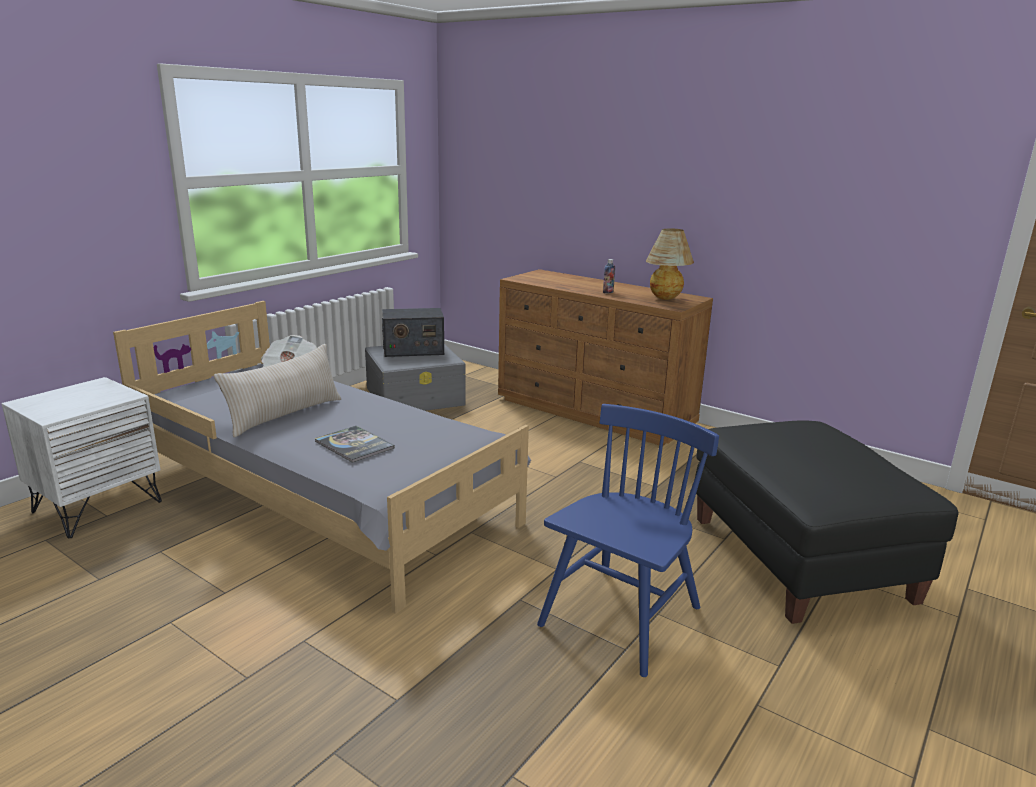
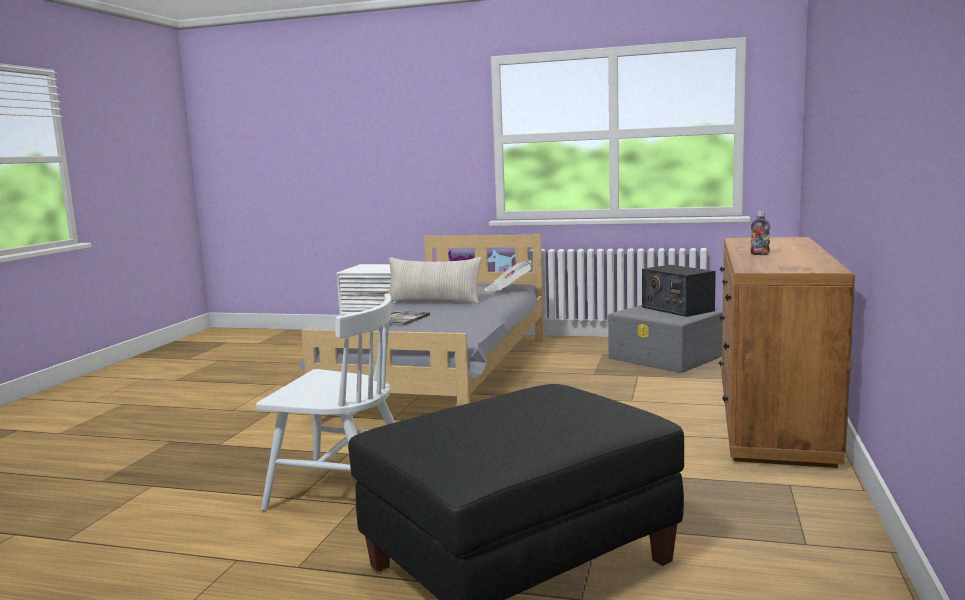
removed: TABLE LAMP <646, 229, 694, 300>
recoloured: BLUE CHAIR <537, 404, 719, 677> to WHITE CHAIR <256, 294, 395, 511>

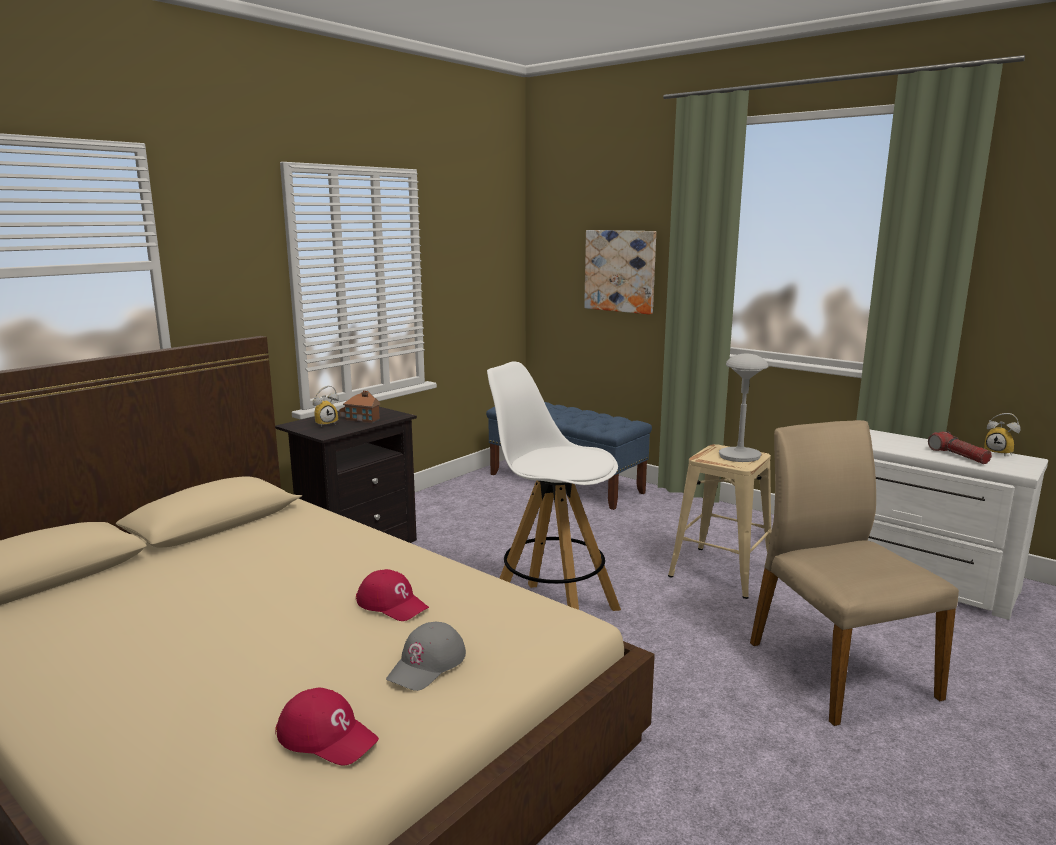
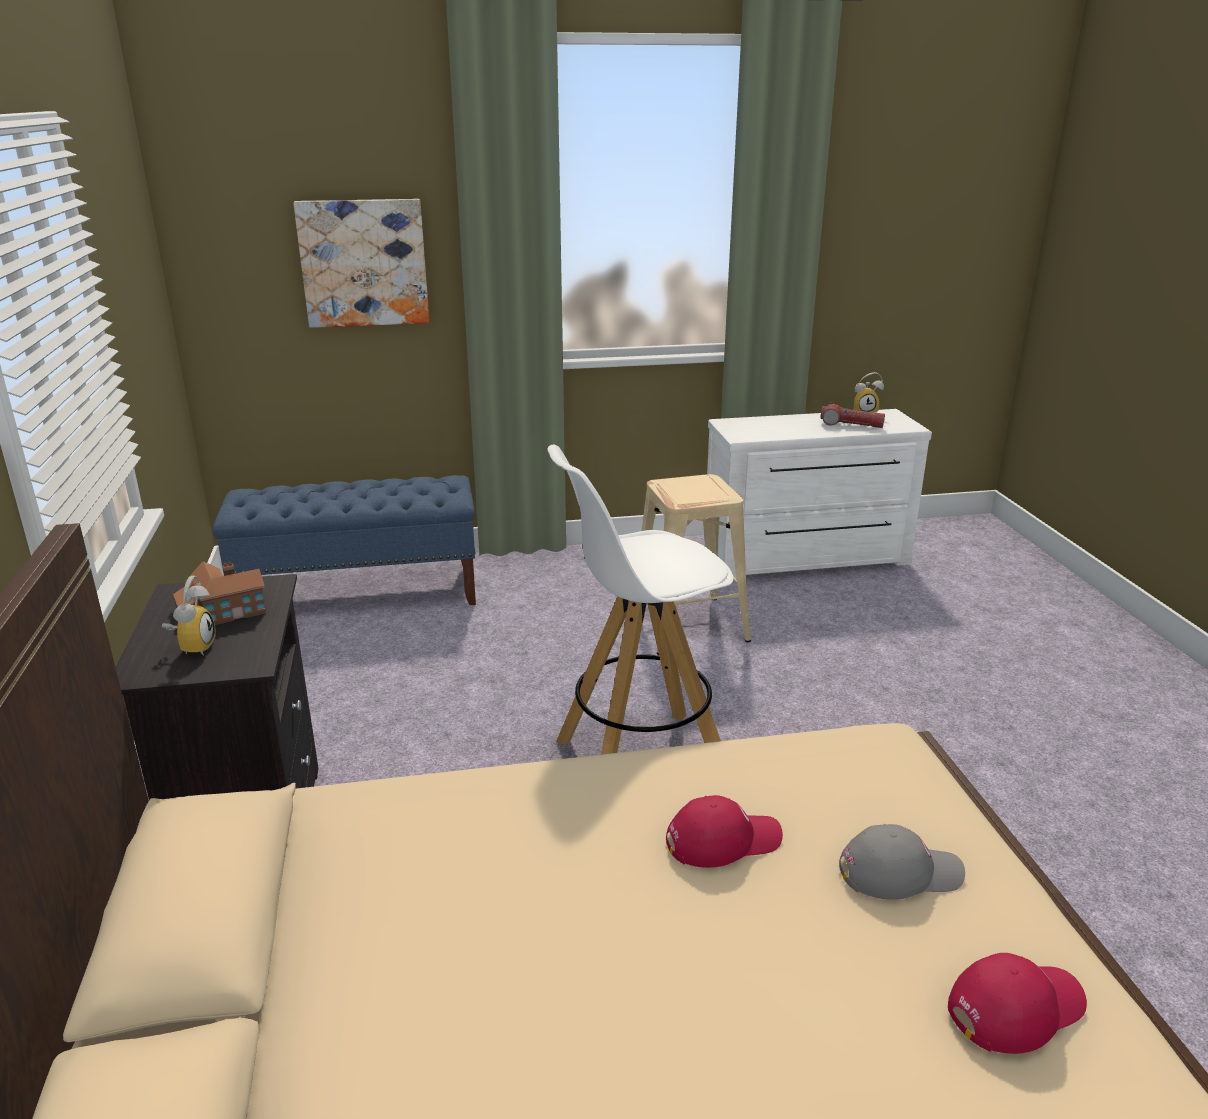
removed: GREY TABLE LAMP <719, 354, 769, 462>; BEIGE-COLOURED CHAIR <750, 420, 959, 726>
turned: GREY PEAKED CAP <386, 622, 466, 691> = <839, 824, 965, 900> 75 degrees counterclockwise

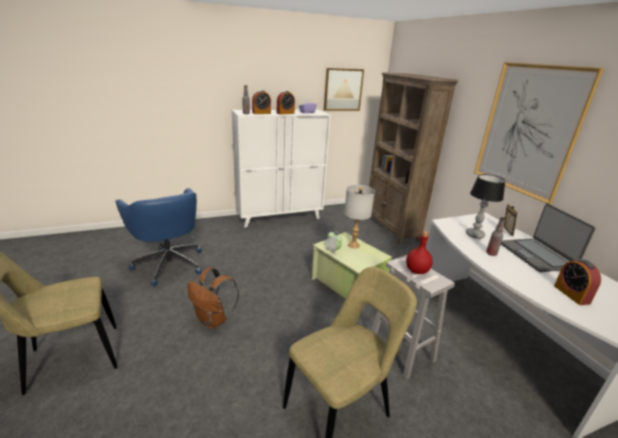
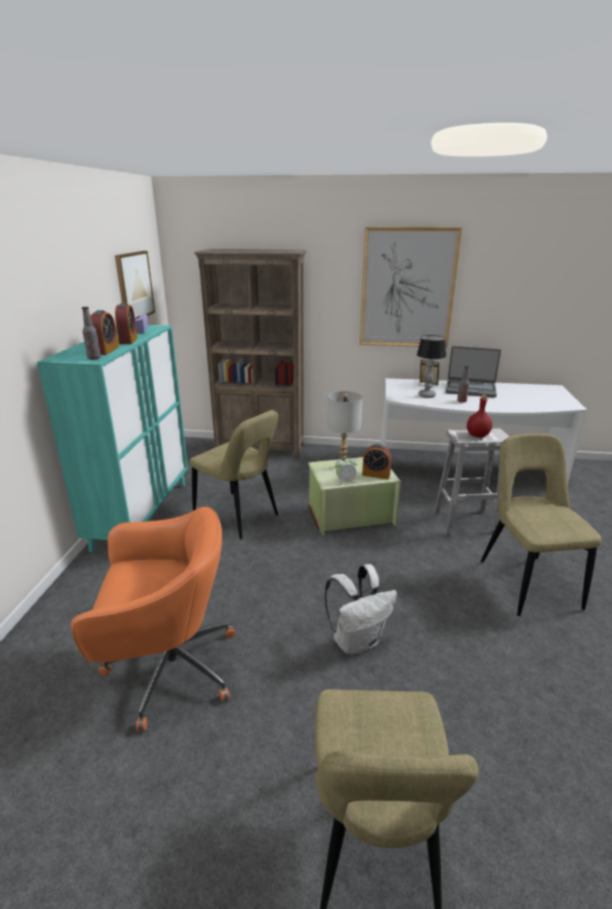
added: BEIGE-COLOURED CHAIR <190, 410, 278, 539>
moved: ALARM CLOCK <554, 259, 601, 305> to <362, 444, 392, 479>
recoloured: BLUE OFFICE CHAIR <116, 188, 202, 287> to ORANGEY OFFICE CHAIR <71, 507, 235, 731>; BROWN RUCKSACK <188, 267, 239, 329> to WHITE RUCKSACK <325, 564, 397, 655>; WHITE CUPBOARD <232, 110, 331, 228> to BLUE-GREEN CUPBOARD <37, 325, 188, 552>

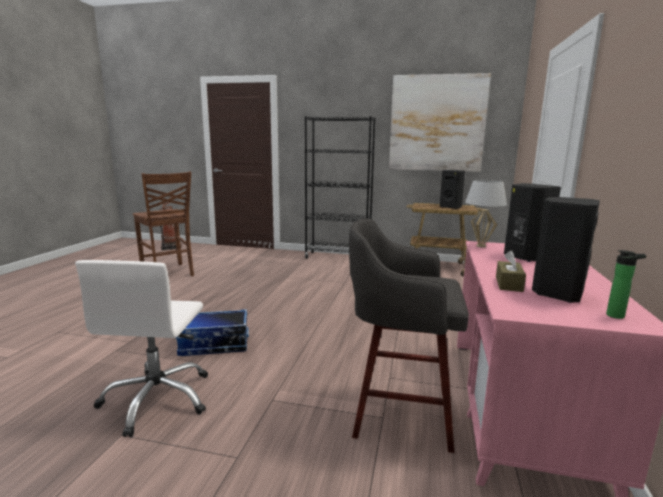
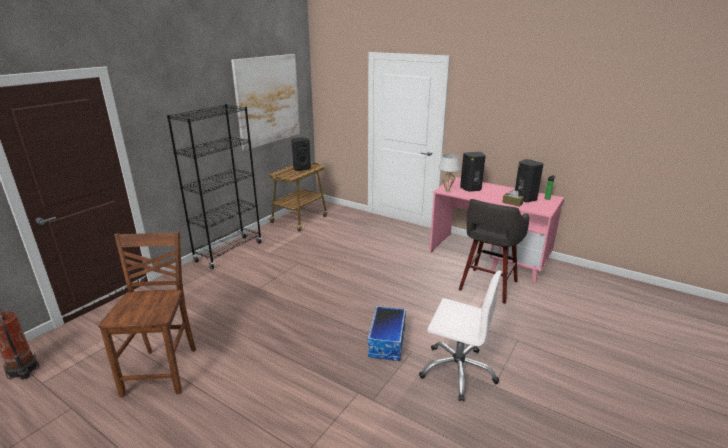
turned: BROWN CHAIR <133, 171, 194, 276> = <98, 232, 196, 397> 75 degrees counterclockwise

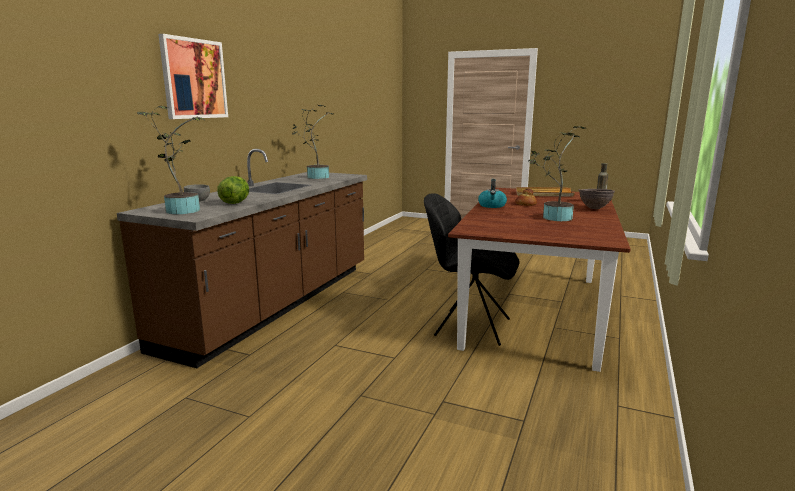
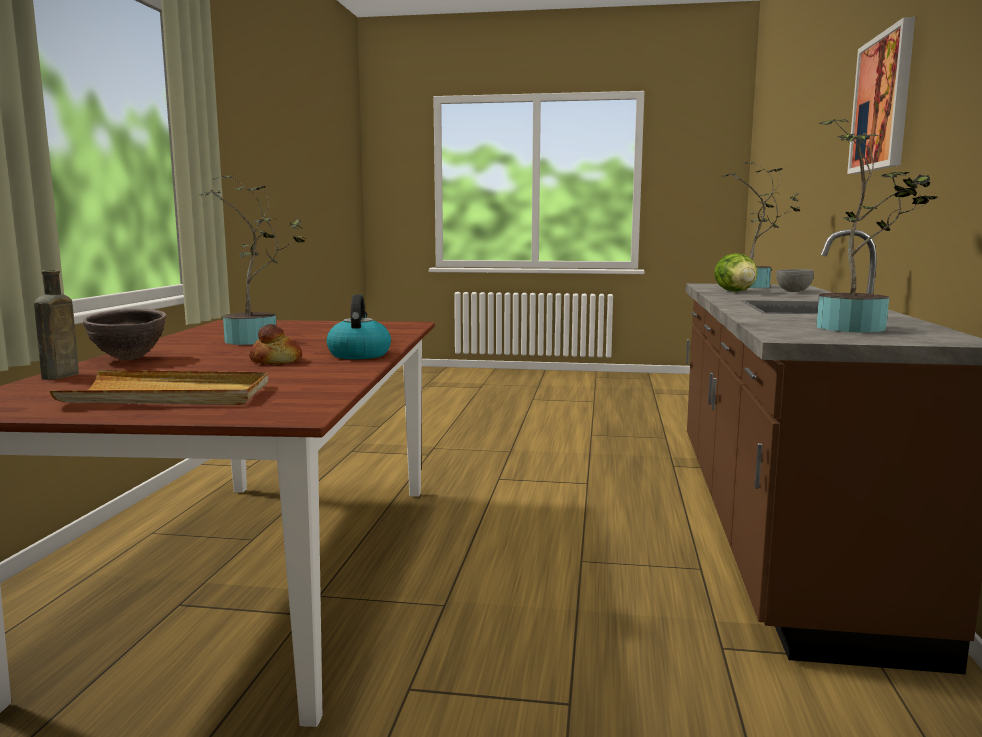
removed: BLACKISH CHAIR <424, 194, 520, 346>

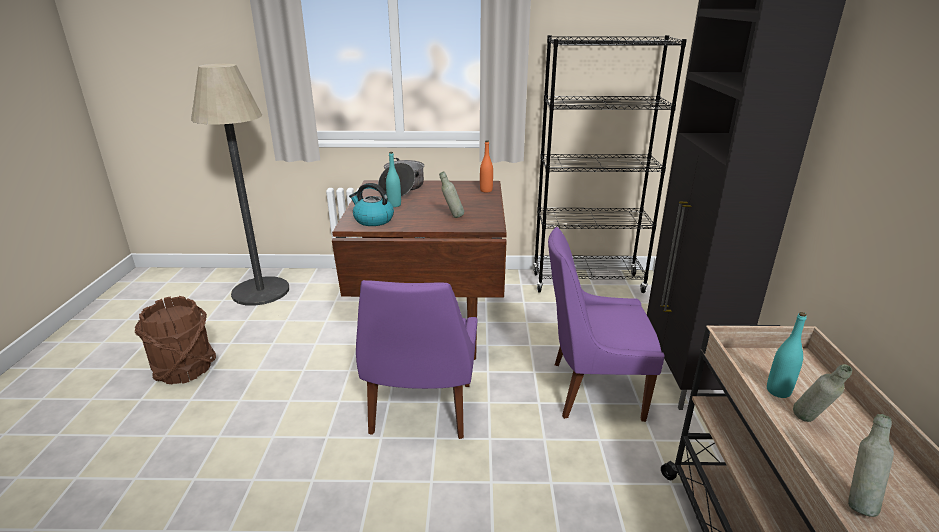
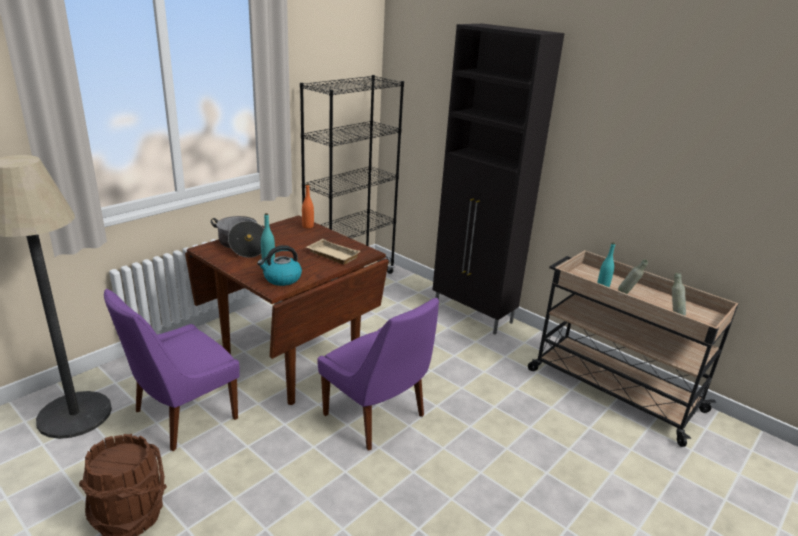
moved: PURPLISH CHAIR <548, 227, 665, 422> to <104, 289, 240, 451>
replaced: GREY DRINK BOTTLE <439, 172, 464, 218> to BEIGE-COLOURED SERVING TRAY <306, 239, 360, 264>

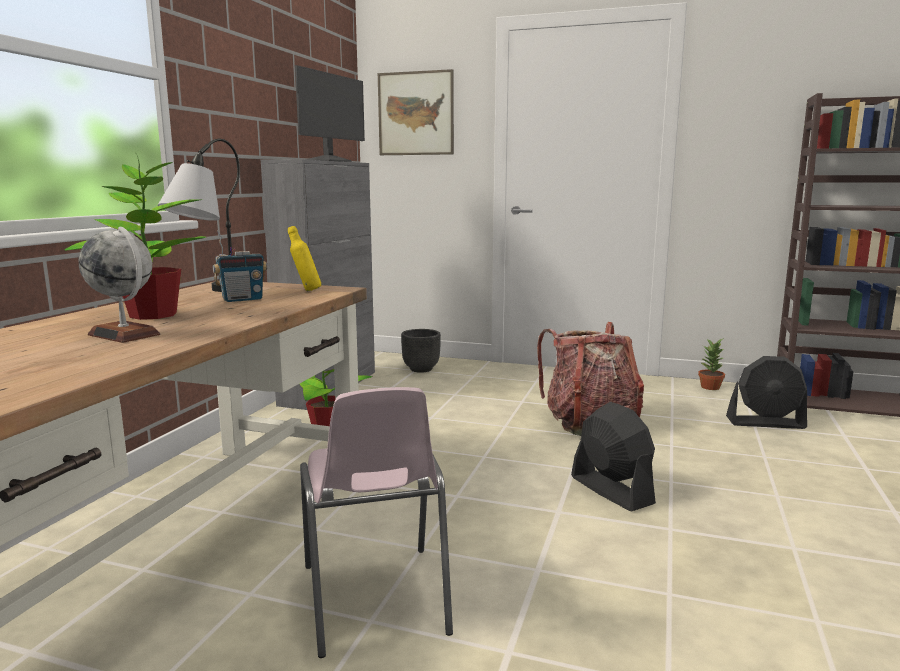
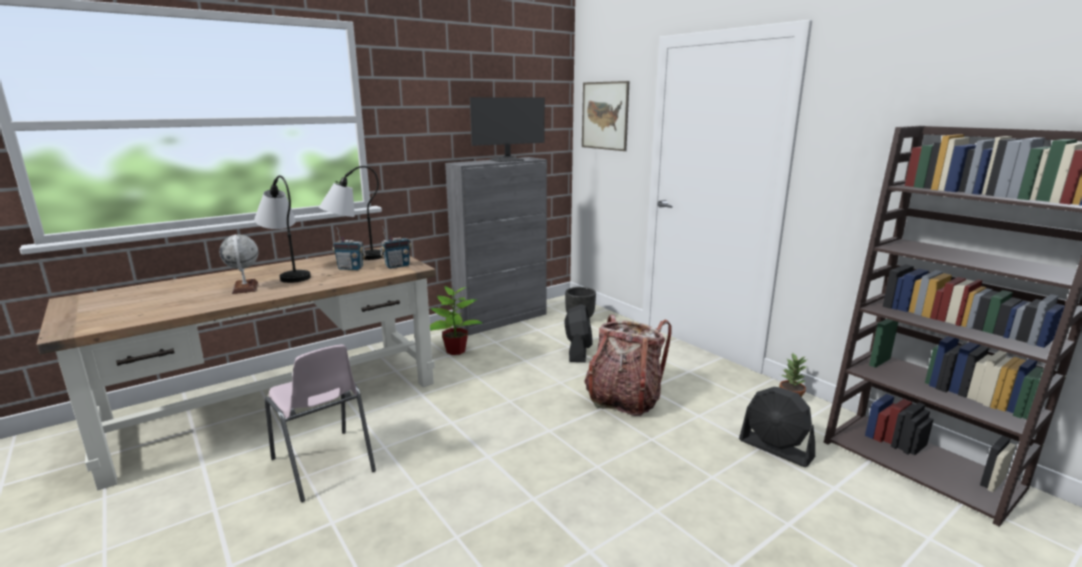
moved: BLACKISH FAN <571, 402, 656, 511> to <564, 304, 593, 363>
replaced: POTTED PLANT <65, 154, 207, 320> to TABLE LAMP <254, 175, 311, 283>; YELLOW-COLOURED DRINK BOTTLE <288, 226, 321, 291> to RADIO RECEIVER <380, 227, 412, 269>
turned: PINKISH CHAIR <300, 387, 453, 658> = <265, 344, 376, 502> 60 degrees counterclockwise

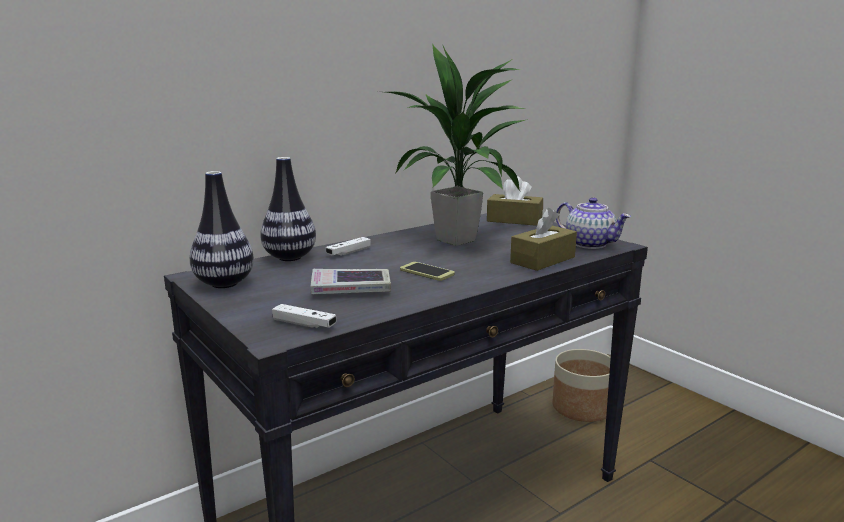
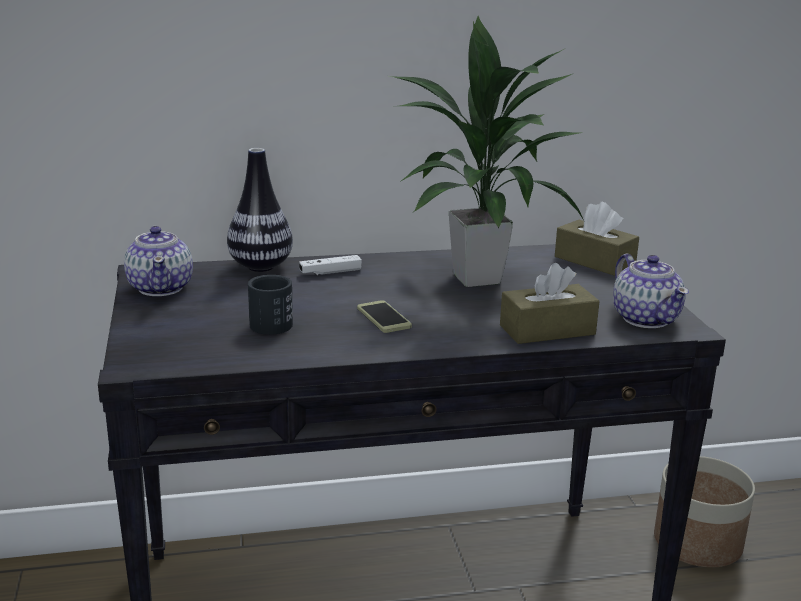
removed: WHITE GAME CONTROLLER <272, 304, 336, 329>
replaced: DECORATIVE VASE <190, 171, 254, 288> to POT FOR TEA <124, 226, 193, 296>; BOUND BOOK <311, 269, 391, 294> to BLACKISH TEA MUG <248, 275, 293, 335>

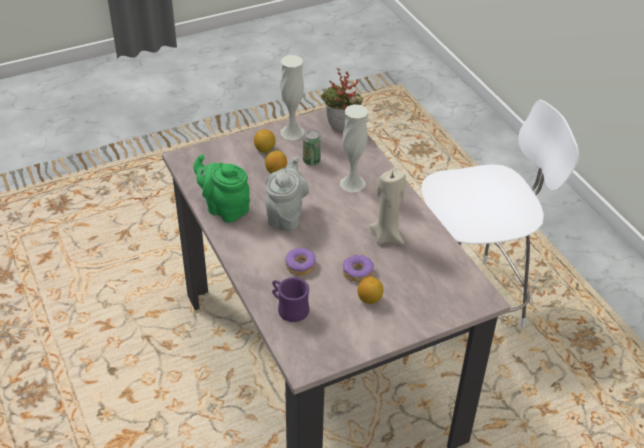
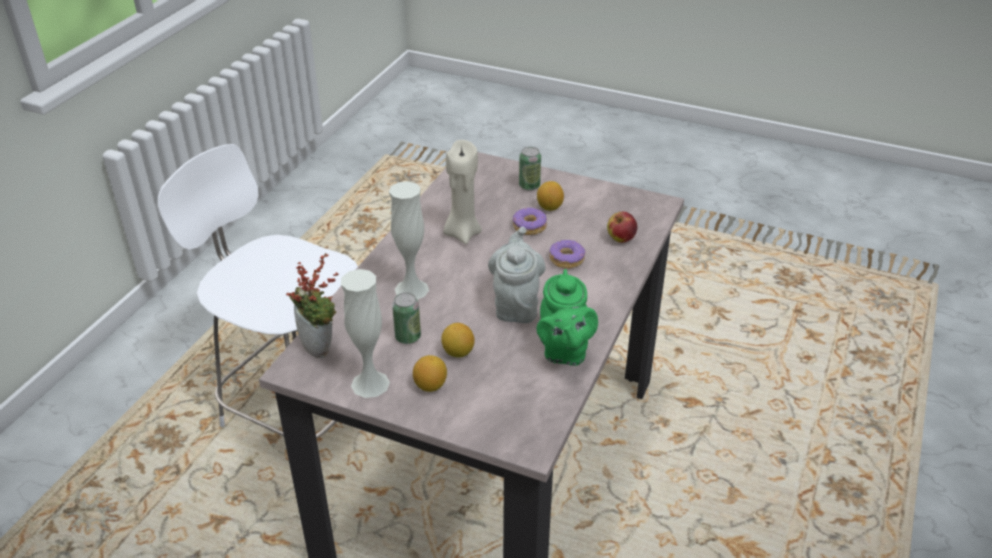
added: SEALED CAN <519, 147, 541, 191>
replaced: PURPLISH TEA MUG <272, 277, 309, 322> to APPLE FRUIT <607, 212, 637, 243>
turned: GREY POT FOR TEA <265, 157, 309, 231> = <488, 227, 546, 323> 120 degrees clockwise

